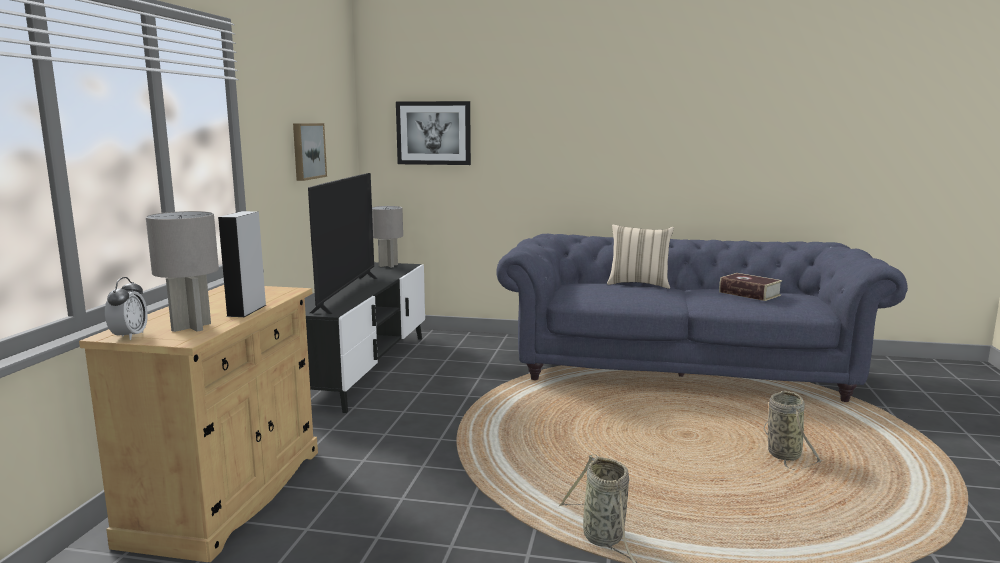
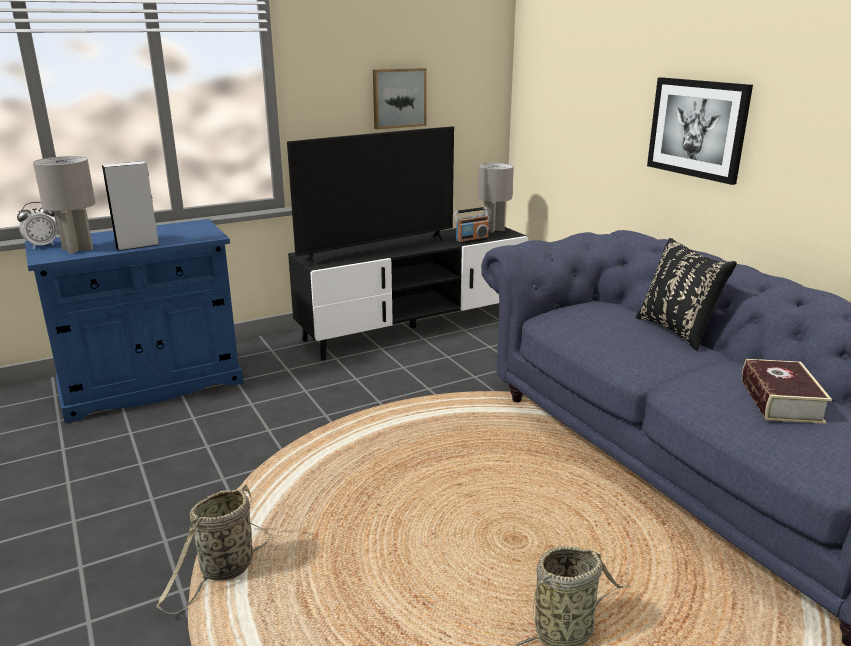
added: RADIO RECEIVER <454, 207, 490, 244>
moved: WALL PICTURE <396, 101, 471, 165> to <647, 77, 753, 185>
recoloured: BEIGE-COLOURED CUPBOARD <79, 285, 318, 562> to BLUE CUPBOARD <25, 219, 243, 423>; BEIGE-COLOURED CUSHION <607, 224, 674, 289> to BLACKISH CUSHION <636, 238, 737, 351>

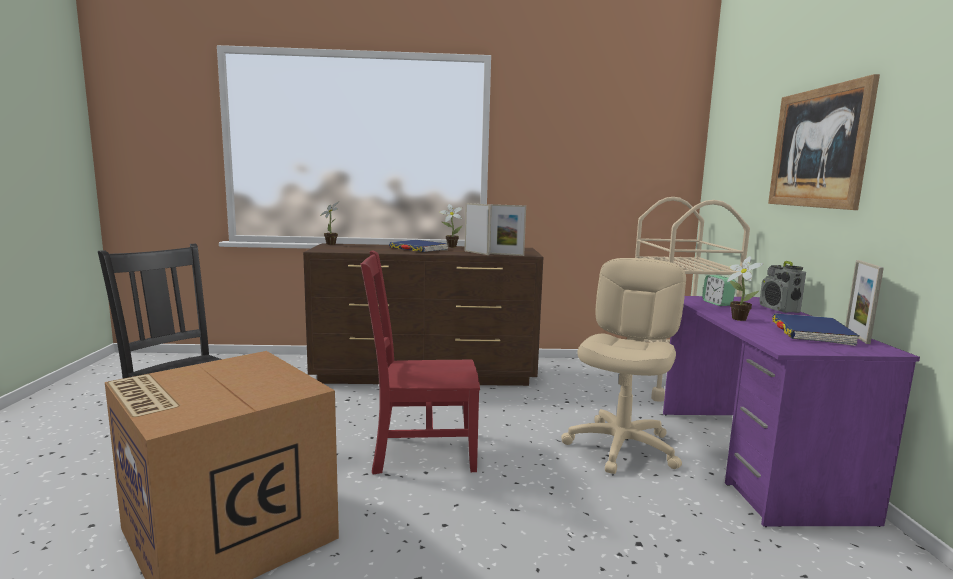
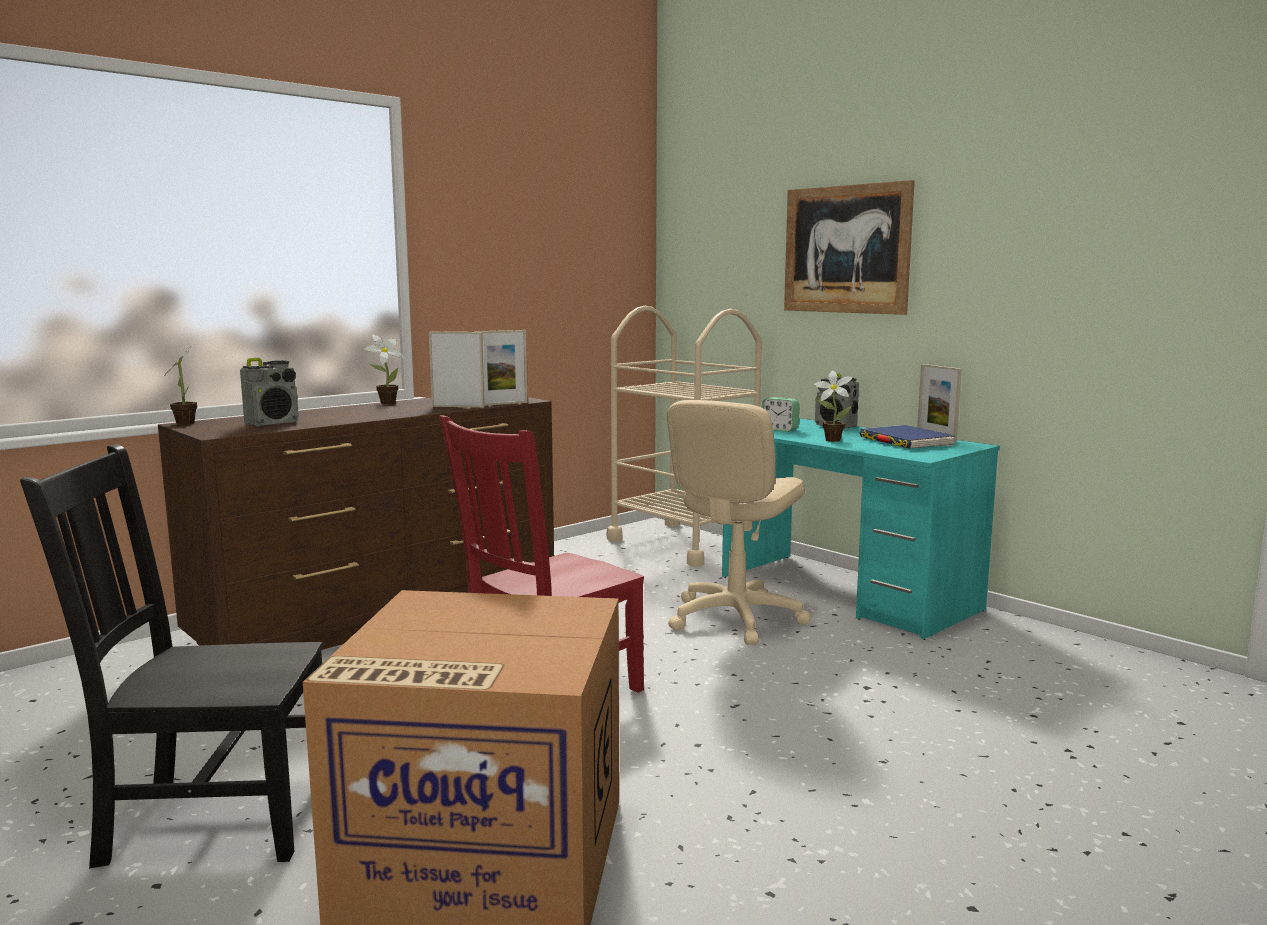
removed: BLUE BOUND BOOK <389, 240, 448, 252>
added: RADIO RECEIVER <240, 358, 299, 426>
recoloured: PURPLISH DESK <663, 296, 920, 527> to BLUE-GREEN DESK <722, 418, 1000, 640>
turned: BEIGE-COLOURED OFFICE CHAIR <561, 258, 686, 474> = <667, 400, 811, 645> 135 degrees counterclockwise

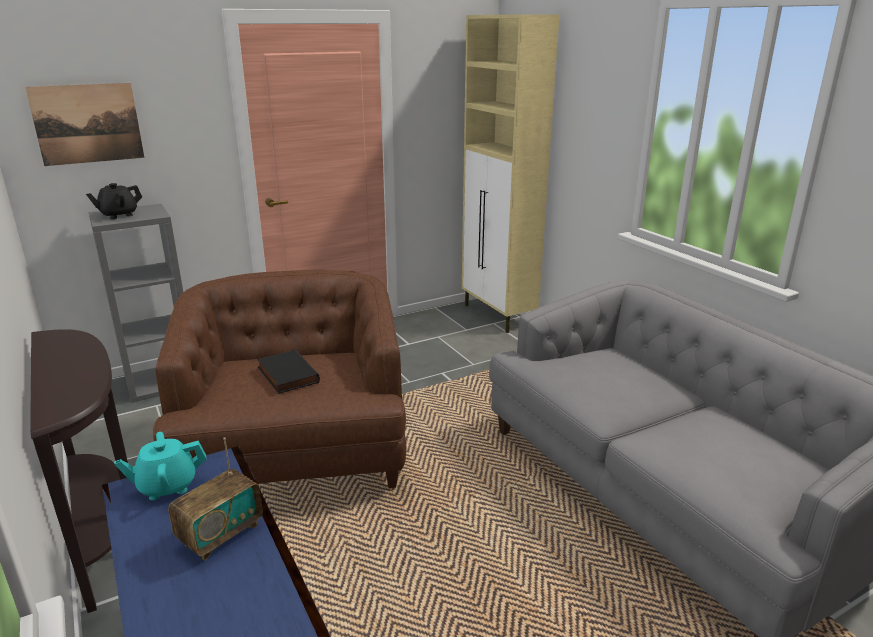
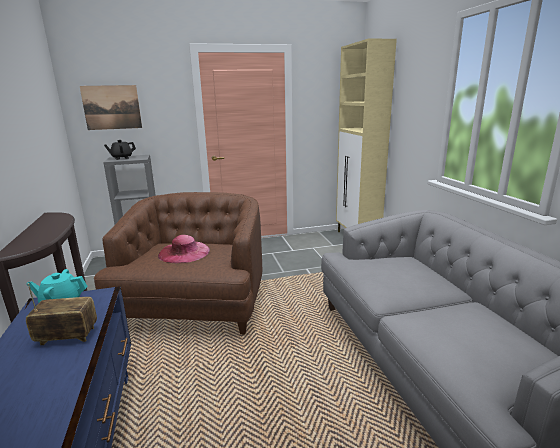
replaced: BLACKISH BOUND BOOK <257, 349, 320, 394> to PINKISH CLOTHING HAT <158, 235, 210, 263>
turned: RADIO RECEIVER <168, 437, 263, 561> = <26, 283, 97, 345> 150 degrees counterclockwise

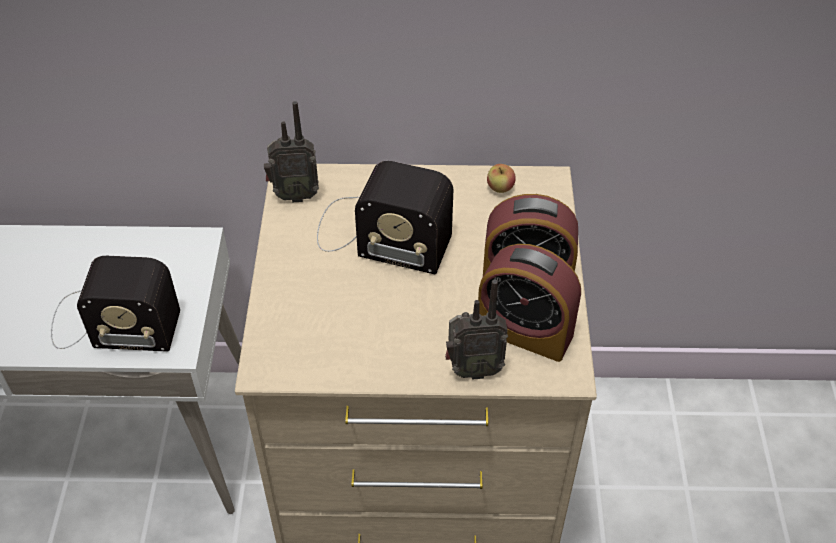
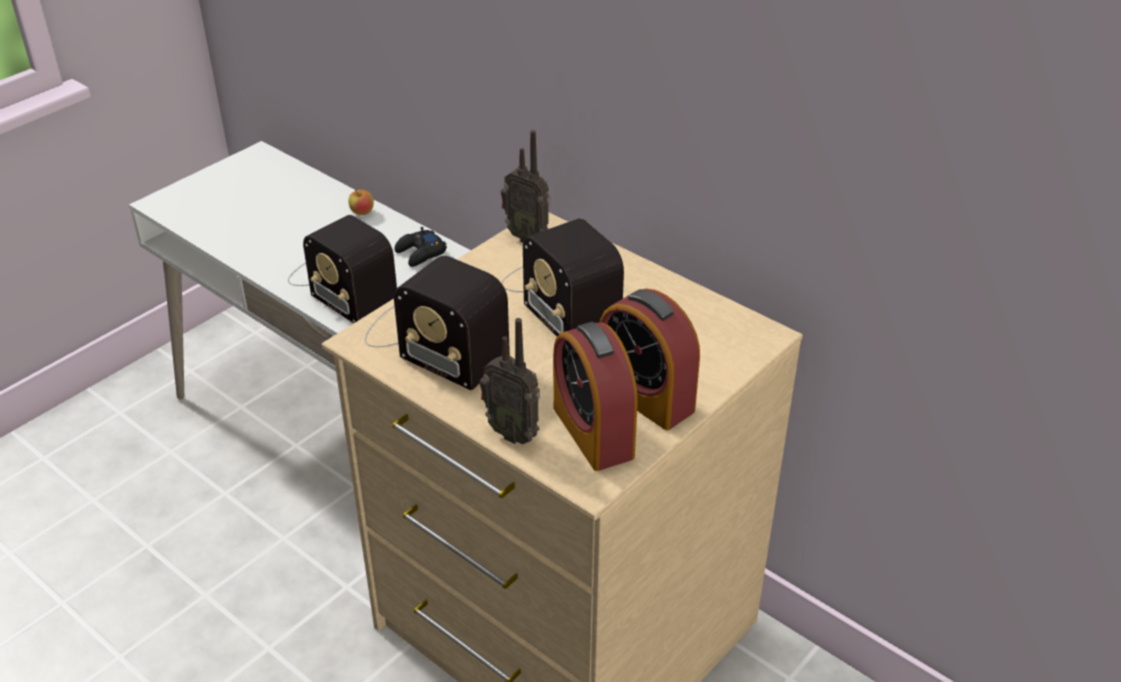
added: RADIO RECEIVER <365, 256, 510, 390>; BLACKISH GAME CONTROLLER <394, 227, 447, 267>
moved: APPLE FRUIT <487, 164, 516, 193> to <348, 189, 374, 215>

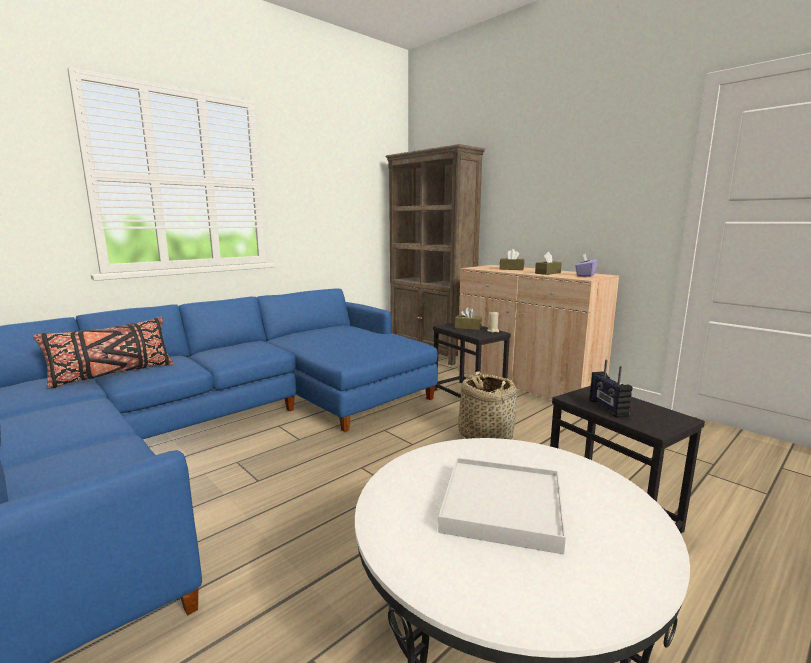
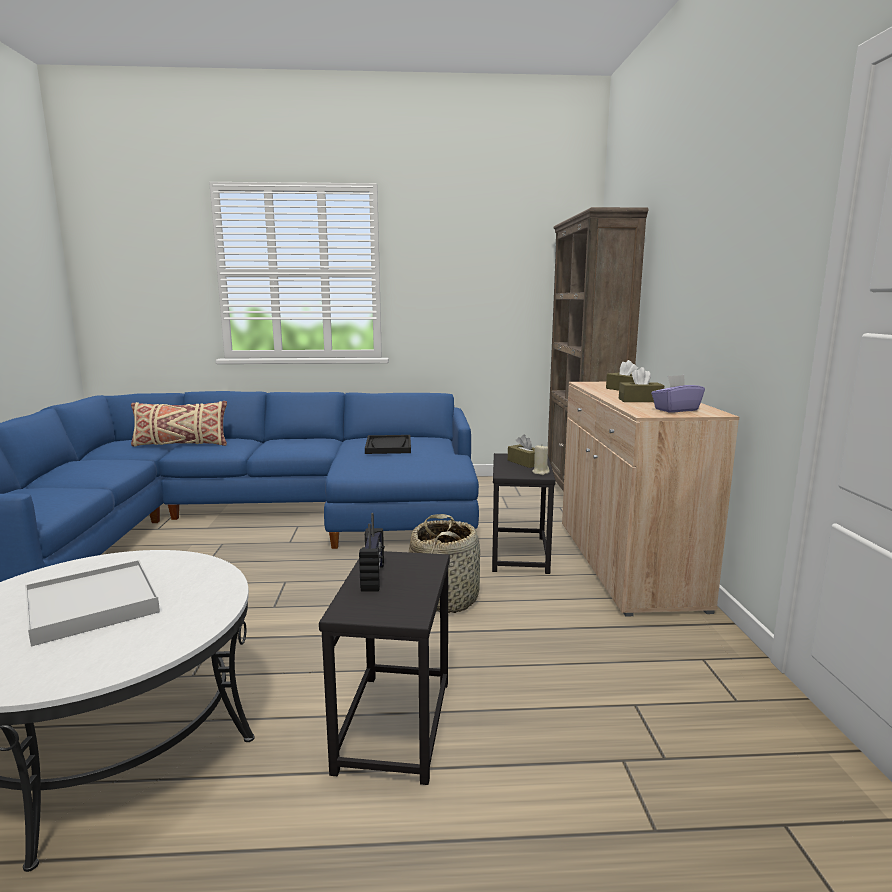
added: BLACKISH SERVING TRAY <365, 435, 411, 454>
recoloured: BLACKISH CUSHION <33, 317, 173, 388> to BEIGE-COLOURED CUSHION <131, 401, 227, 447>
turned: RADIO RECEIVER <589, 360, 632, 418> = <359, 513, 385, 592> 150 degrees clockwise

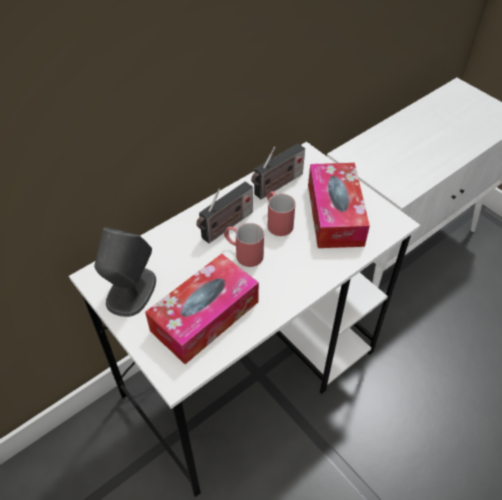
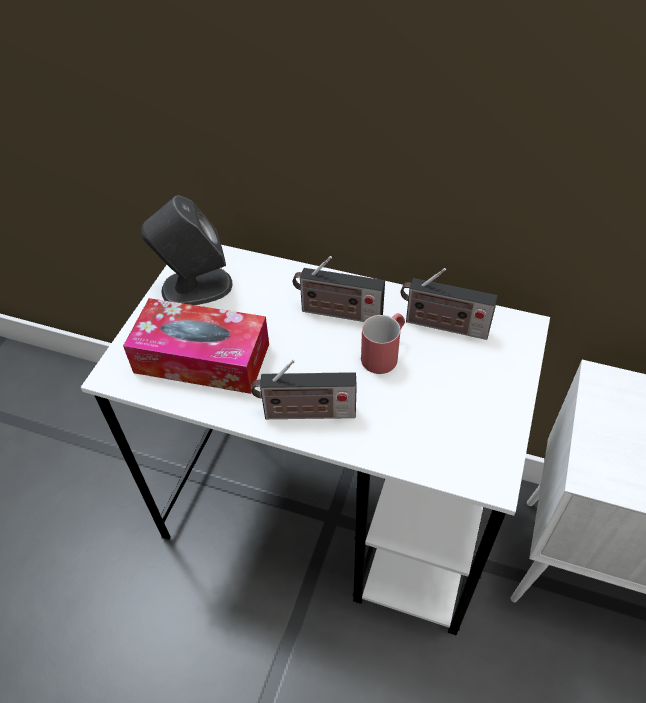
removed: RED-COLOURED TEA MUG <224, 223, 264, 267>; TISSUE HOLDER <308, 163, 370, 248>
added: RADIO RECEIVER <251, 359, 357, 419>

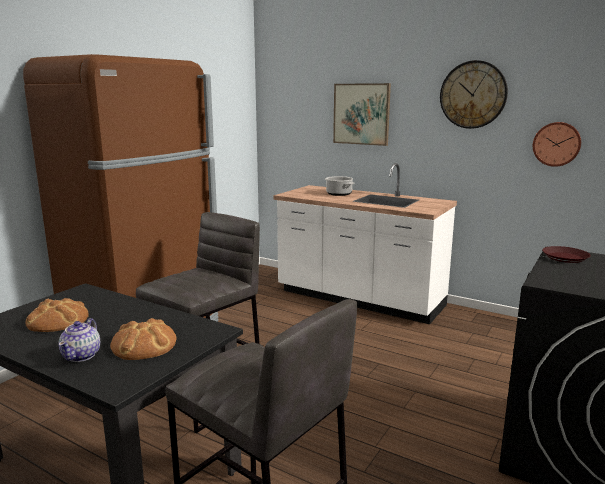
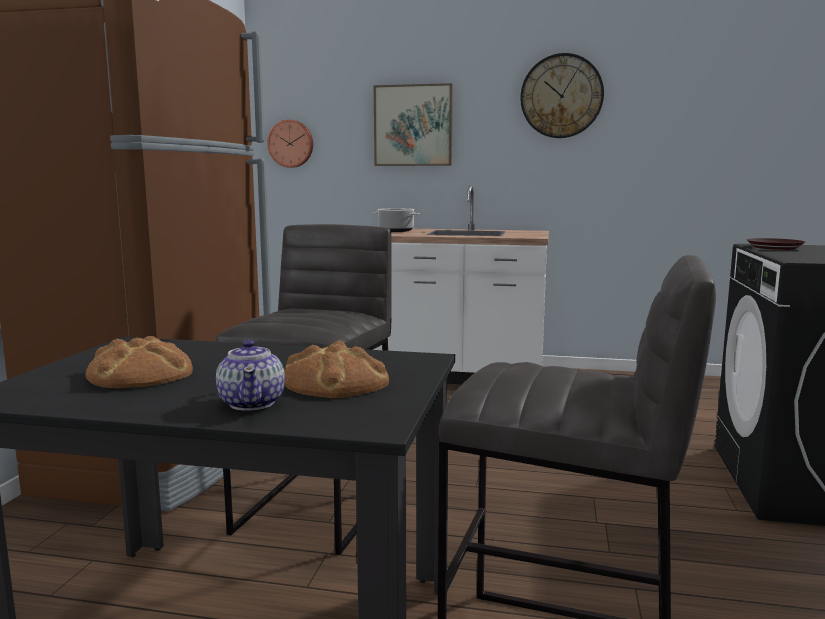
moved: CLOCK ON THE WALL <533, 122, 581, 167> to <267, 120, 313, 168>

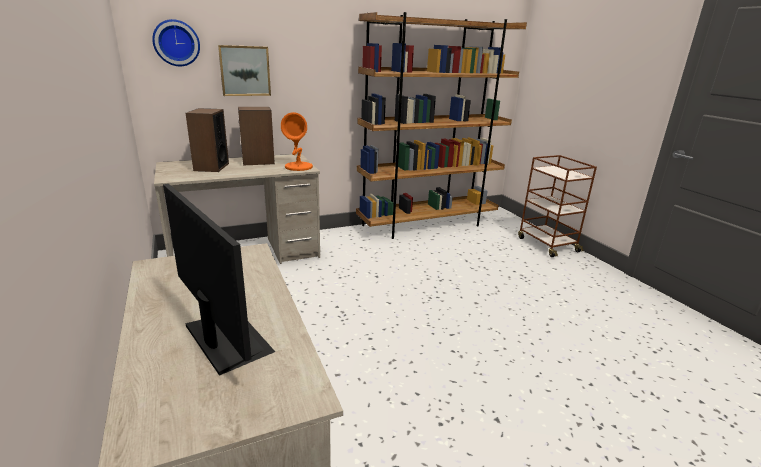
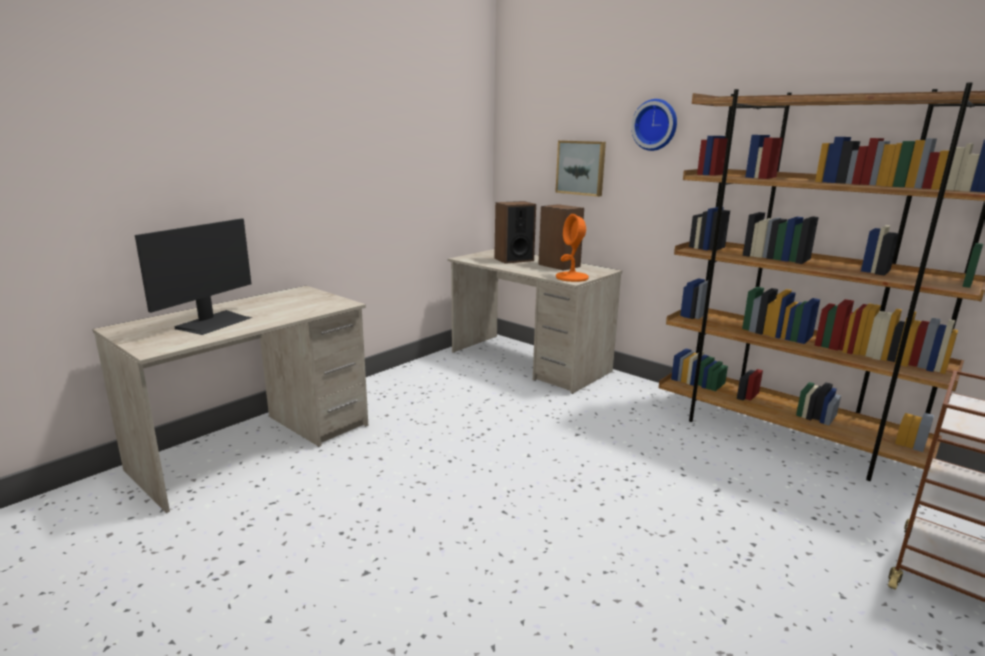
moved: CLOCK ON THE WALL <152, 19, 200, 66> to <631, 99, 677, 151>

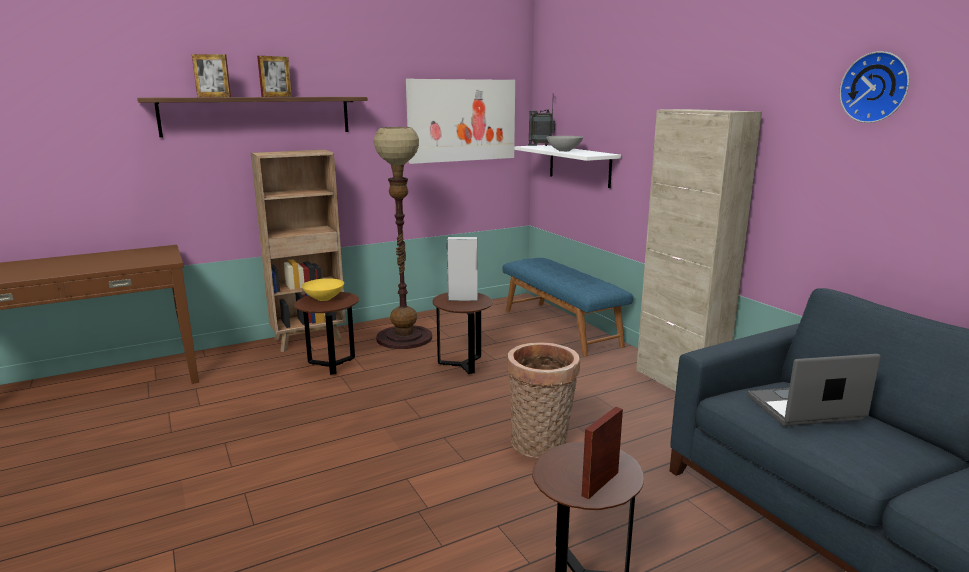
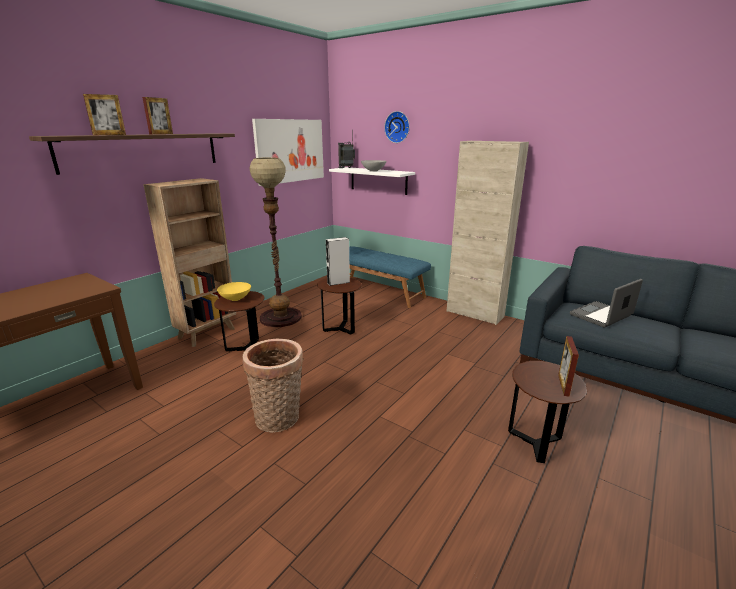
moved: HOUSEHOLD BASKET <507, 342, 580, 458> to <243, 339, 303, 433>; CLOCK ON THE WALL <839, 51, 909, 123> to <384, 111, 410, 143>

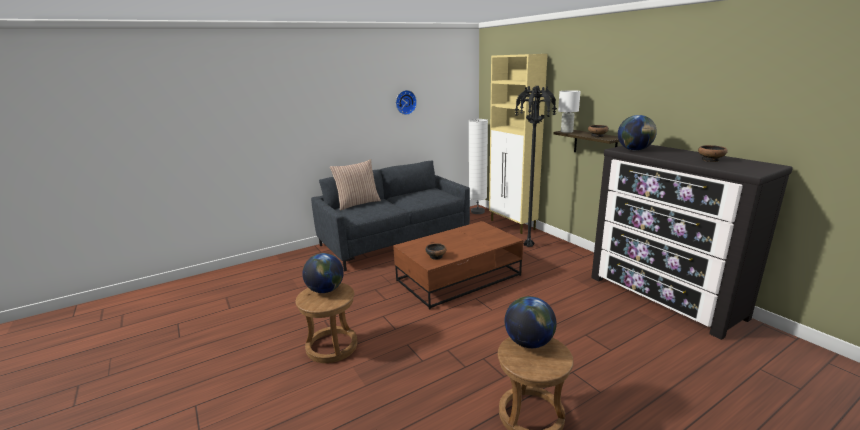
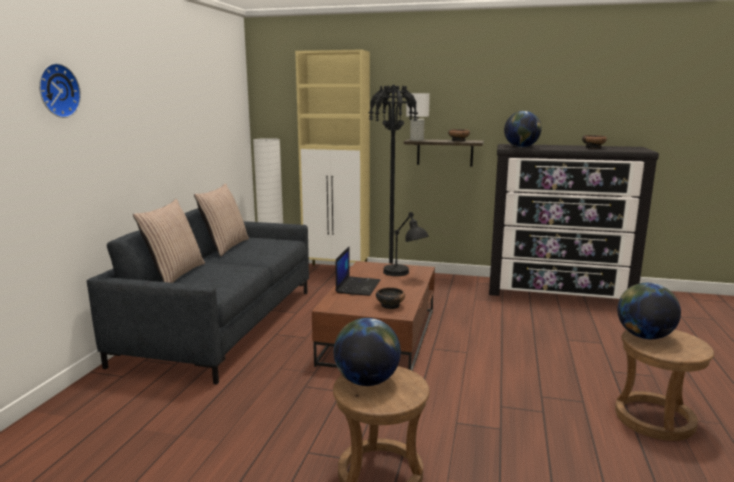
added: CUSHION <194, 183, 249, 256>; PORTABLE COMPUTER <336, 247, 380, 296>; BLACKISH TABLE LAMP <383, 212, 429, 276>
moved: CLOCK ON THE WALL <396, 90, 417, 115> to <39, 63, 81, 118>

